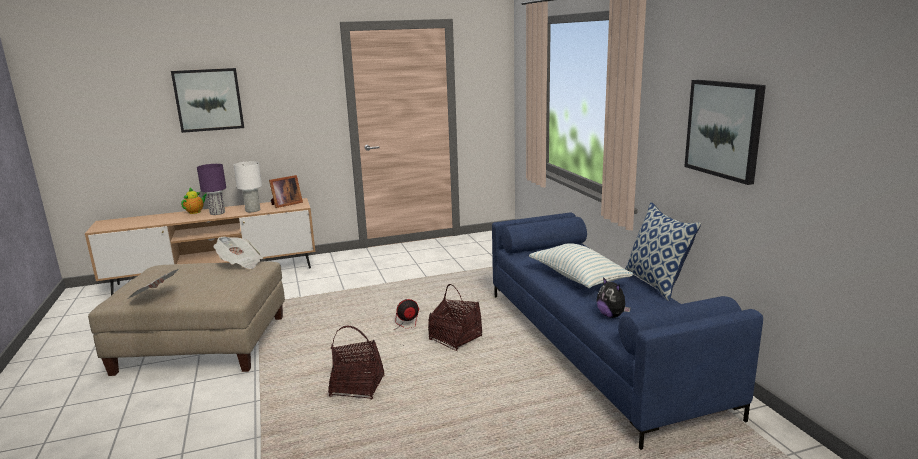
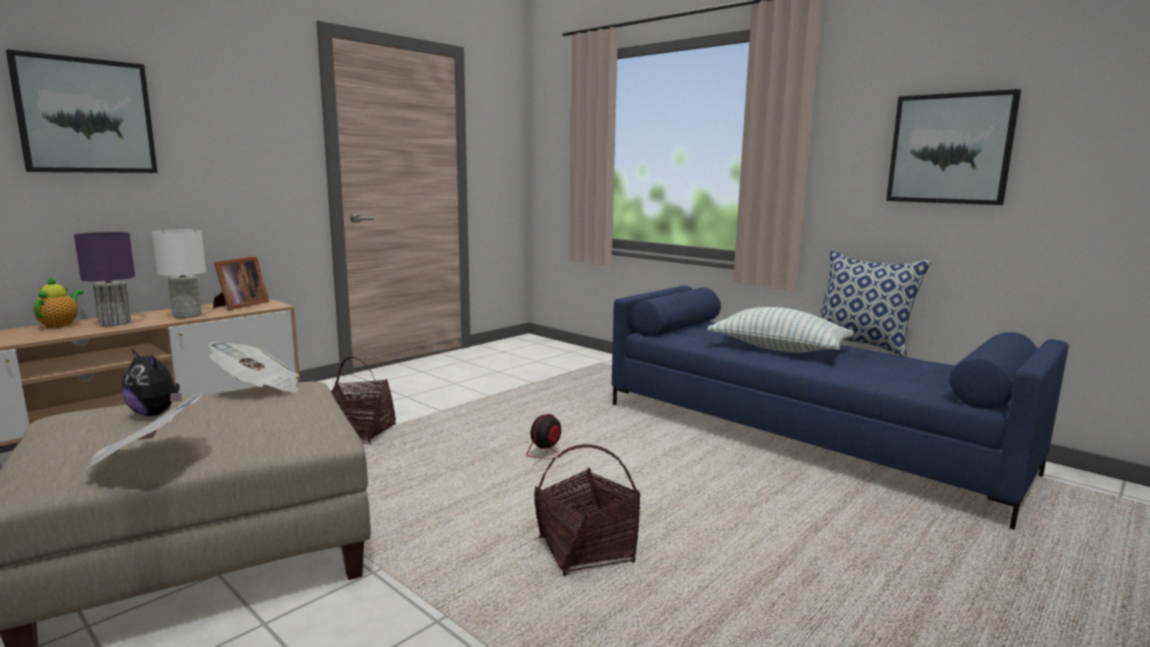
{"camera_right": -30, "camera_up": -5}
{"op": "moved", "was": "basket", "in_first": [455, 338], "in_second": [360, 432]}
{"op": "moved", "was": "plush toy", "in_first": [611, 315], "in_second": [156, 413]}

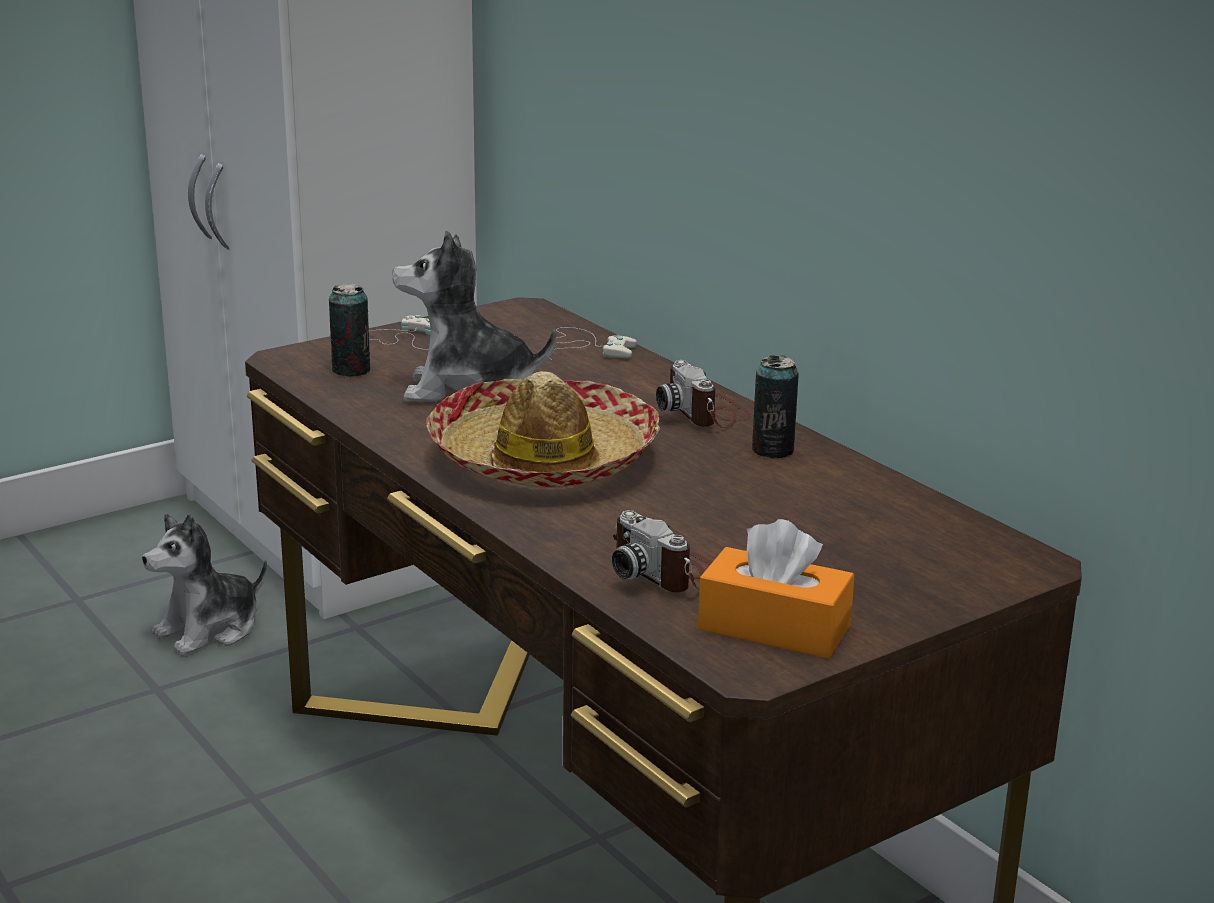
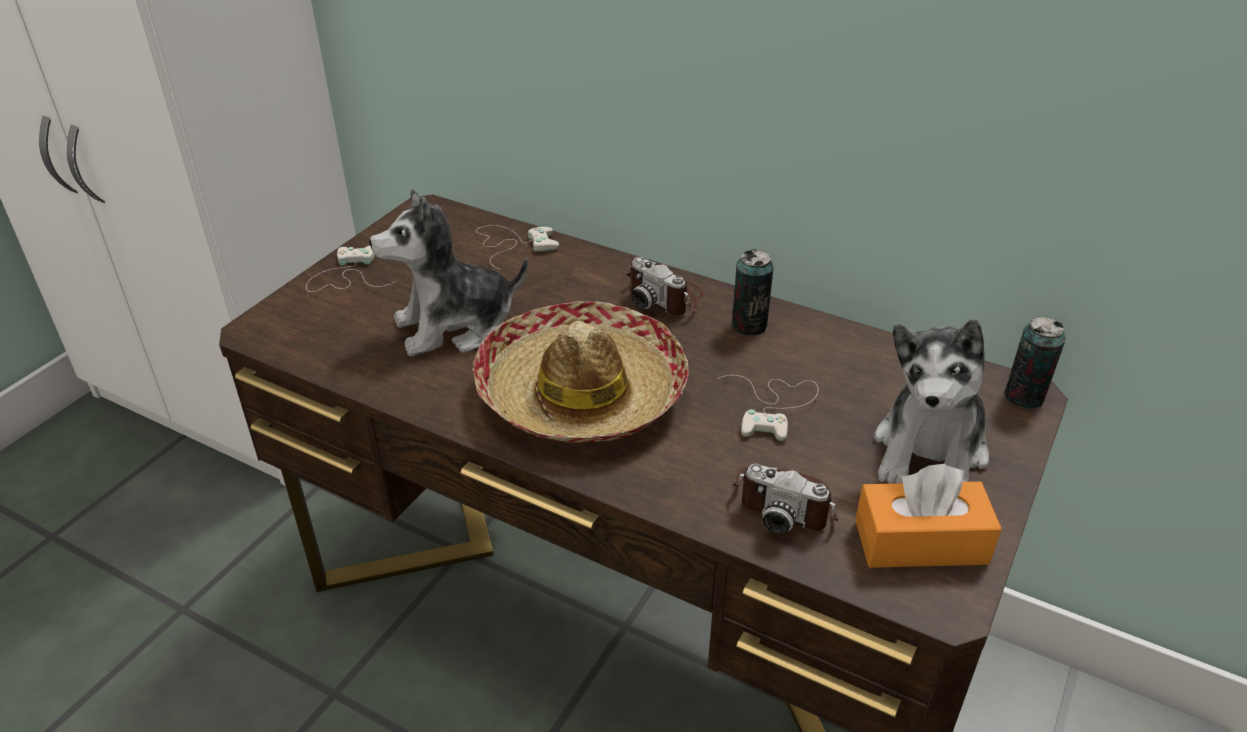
{"camera_right": -25, "camera_up": 15}
{"op": "moved", "was": "plush toy", "in_first": [209, 630], "in_second": [930, 452]}
{"op": "moved", "was": "can", "in_first": [351, 370], "in_second": [1024, 397]}
{"op": "added", "now": "white game controller", "in_second": [774, 406]}

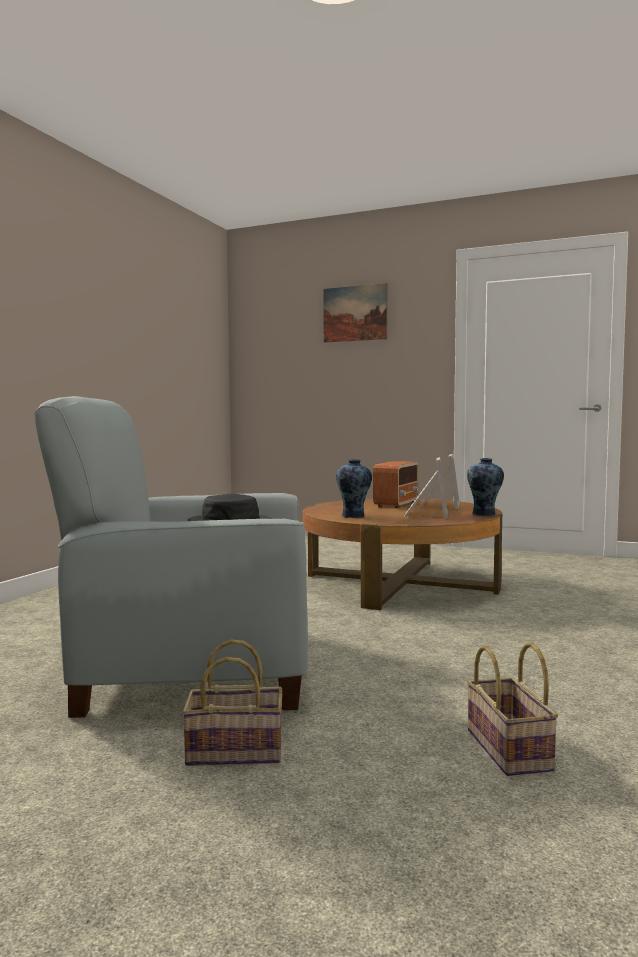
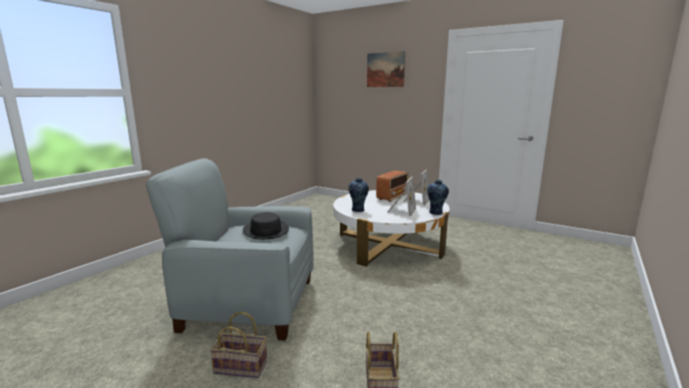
{"camera_right": 10, "camera_up": 10}
{"op": "recoloured", "was": "brown coffee table", "now": "white coffee table", "in_first": [400, 583], "in_second": [389, 244]}

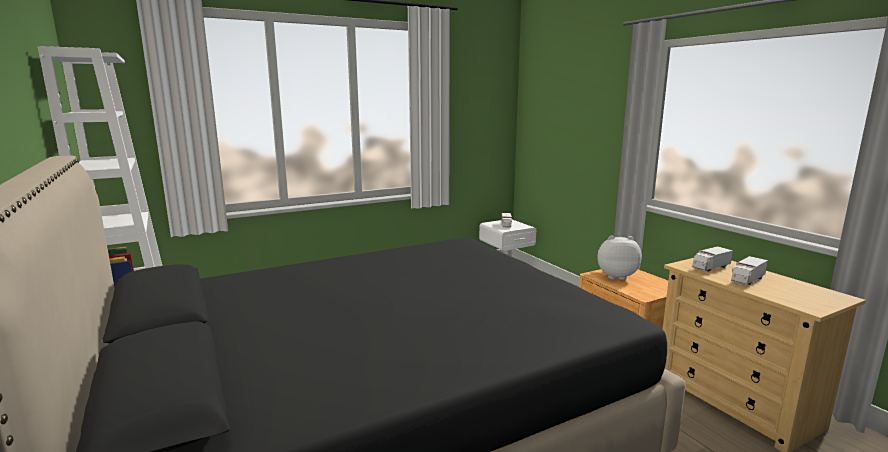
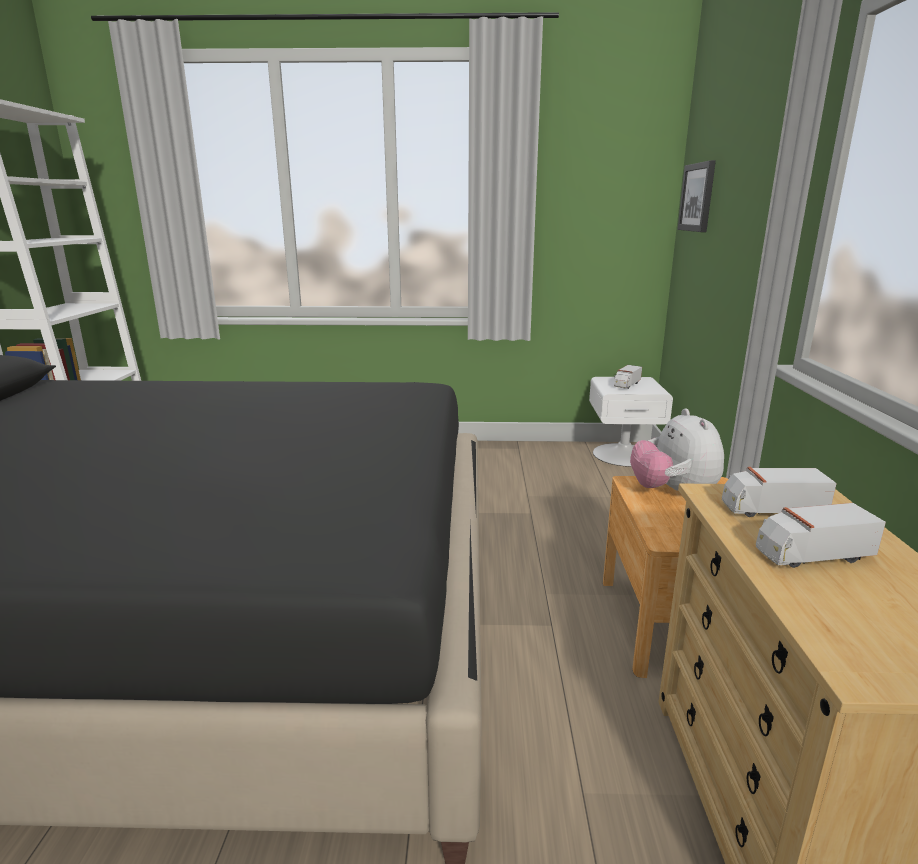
{"camera_right": 30, "camera_up": 5}
{"op": "turned", "was": "plush toy", "in_first": [615, 276], "in_second": [673, 493], "clockwise": -135}
{"op": "added", "now": "picture", "in_second": [697, 197]}

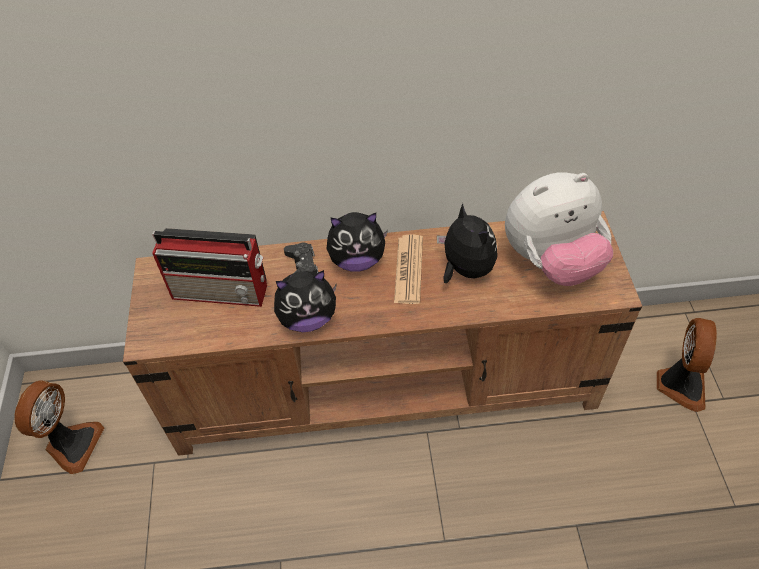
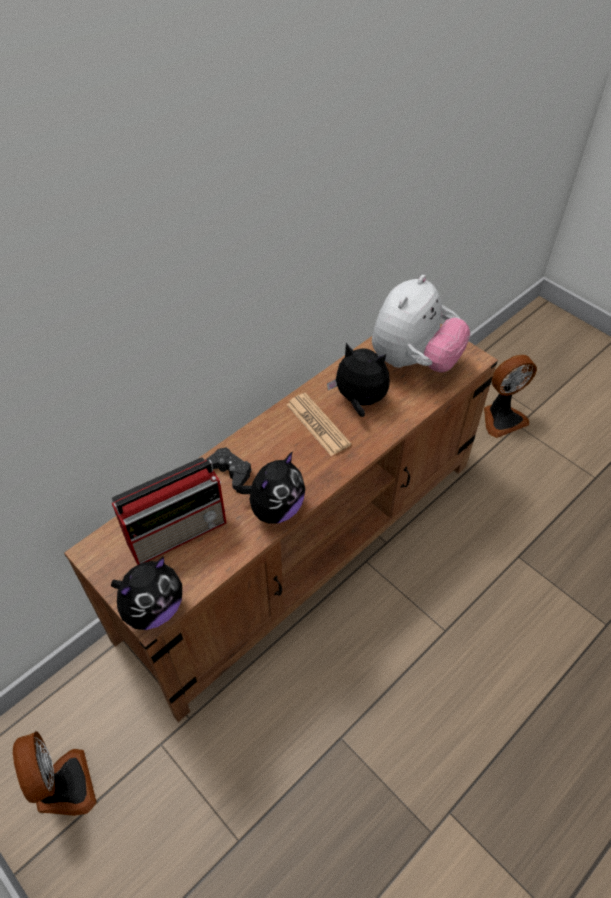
{"camera_right": -40, "camera_up": 0}
{"op": "moved", "was": "plush toy", "in_first": [357, 260], "in_second": [153, 608]}
{"op": "turned", "was": "fan", "in_first": [680, 384], "in_second": [501, 418], "clockwise": 90}

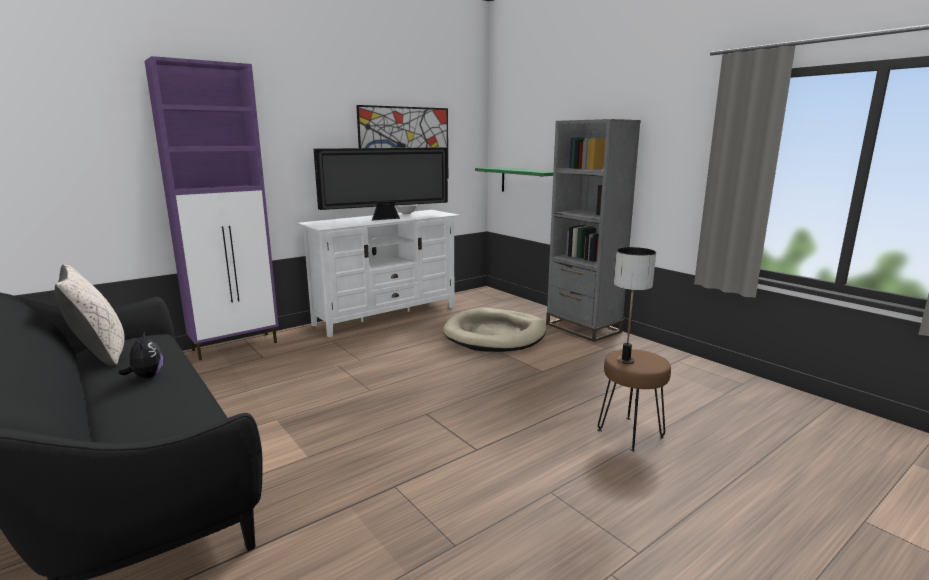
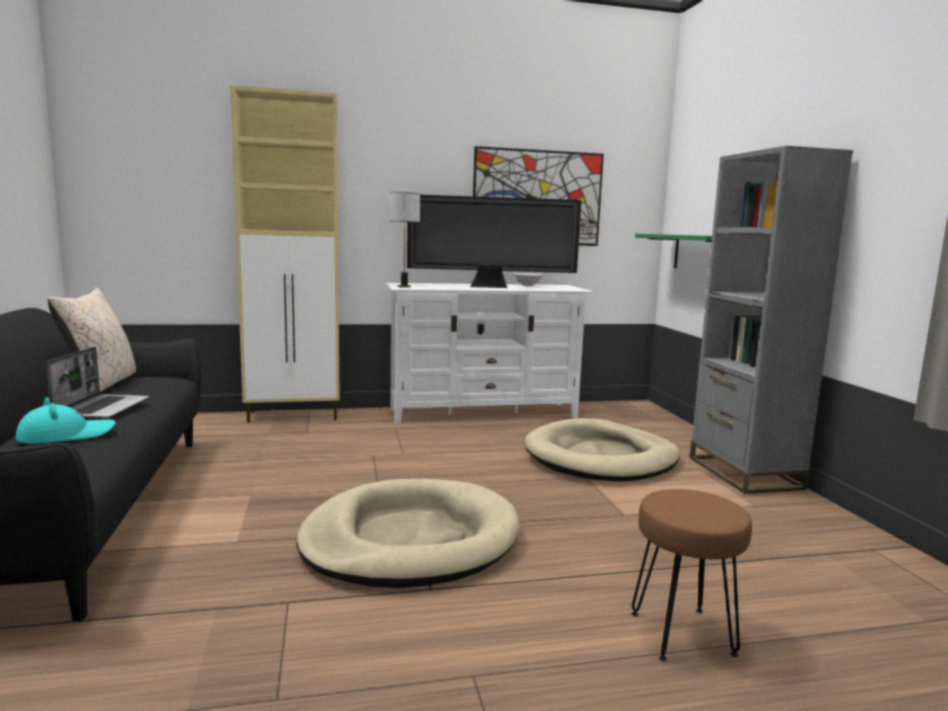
{"camera_right": 25, "camera_up": -5}
{"op": "replaced", "was": "plush toy", "now": "laptop", "in_first": [146, 377], "in_second": [102, 408]}
{"op": "recoloured", "was": "purple cabinet", "now": "beige cabinet", "in_first": [236, 346], "in_second": [295, 416]}
{"op": "moved", "was": "table lamp", "in_first": [626, 361], "in_second": [404, 287]}
{"op": "added", "now": "turquoise hat", "in_second": [66, 435]}
{"op": "added", "now": "beige dog bed", "in_second": [410, 540]}

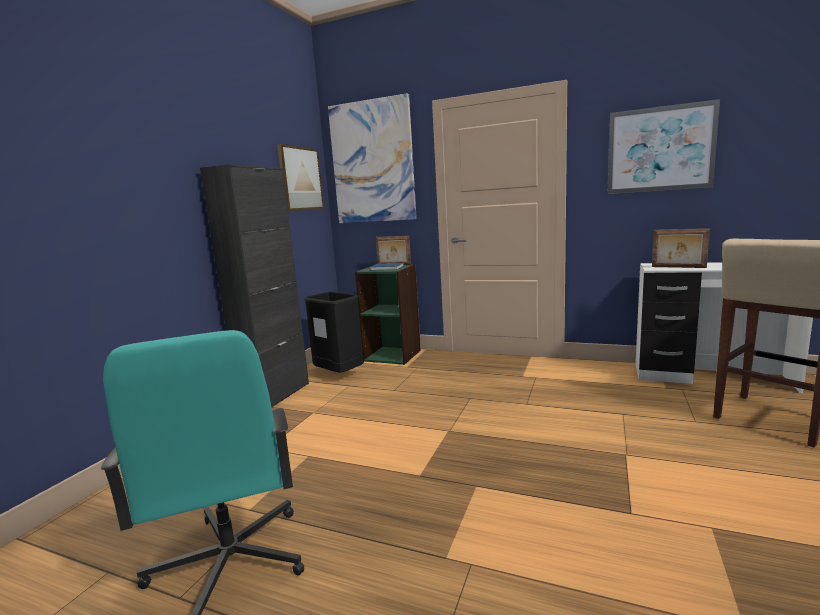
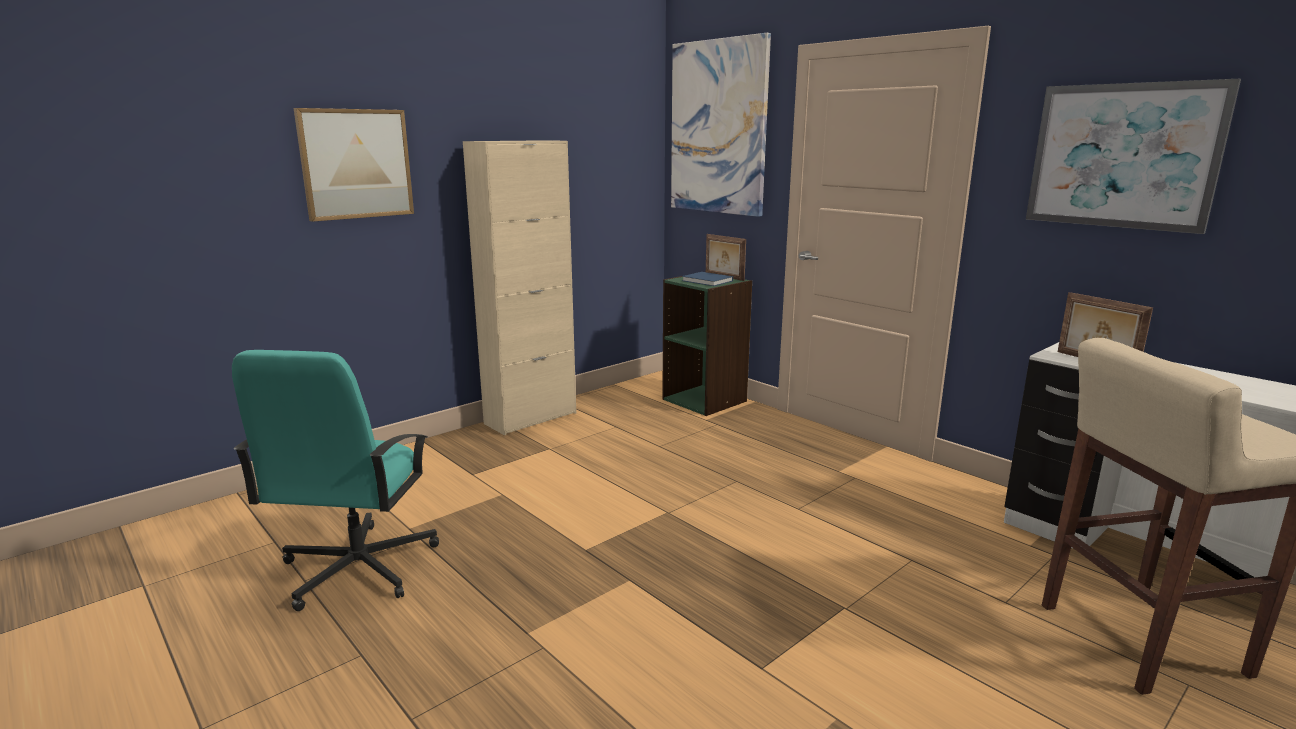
{"camera_right": 25, "camera_up": 5}
{"op": "recoloured", "was": "black cabinet", "now": "beige cabinet", "in_first": [275, 395], "in_second": [530, 418]}
{"op": "moved", "was": "picture", "in_first": [300, 179], "in_second": [356, 164]}
{"op": "removed", "was": "black trash can", "in_first": [339, 375]}

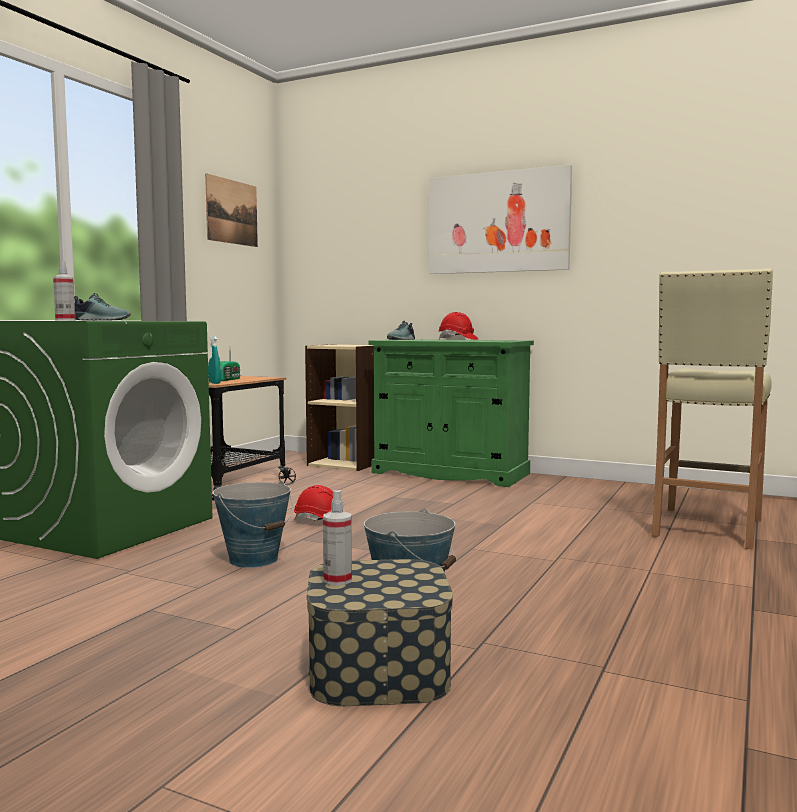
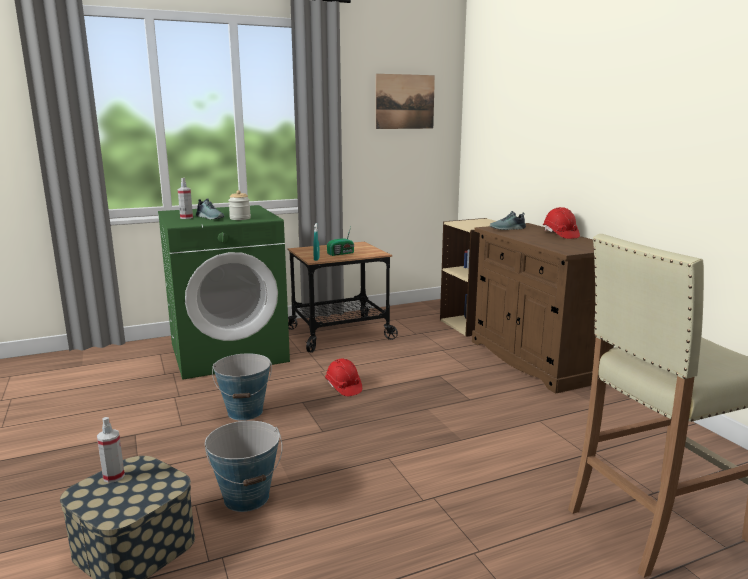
{"camera_right": 40, "camera_up": 10}
{"op": "recoloured", "was": "green cabinet", "now": "brown cabinet", "in_first": [450, 473], "in_second": [535, 360]}
{"op": "removed", "was": "picture", "in_first": [497, 222]}
{"op": "added", "now": "jar", "in_second": [240, 218]}

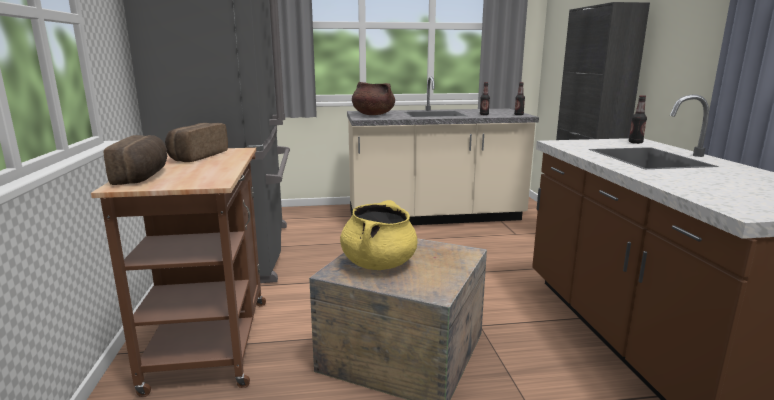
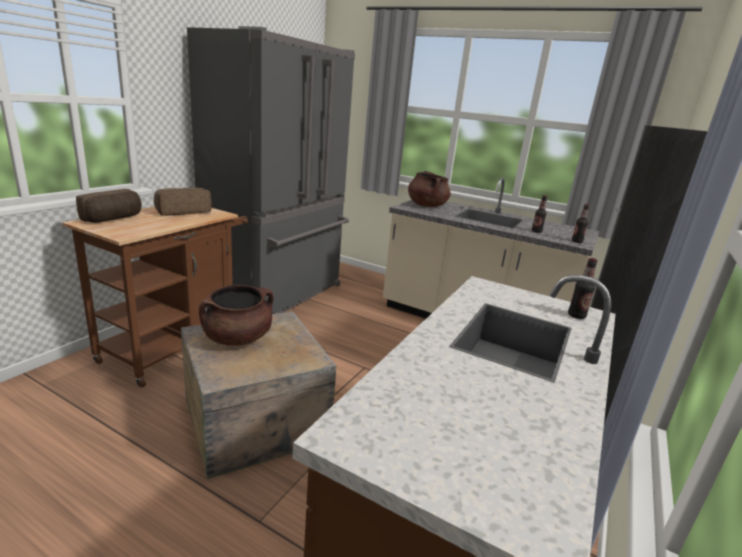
{"camera_right": 35, "camera_up": 5}
{"op": "recoloured", "was": "yellow cooking pot", "now": "brown cooking pot", "in_first": [379, 264], "in_second": [237, 338]}

